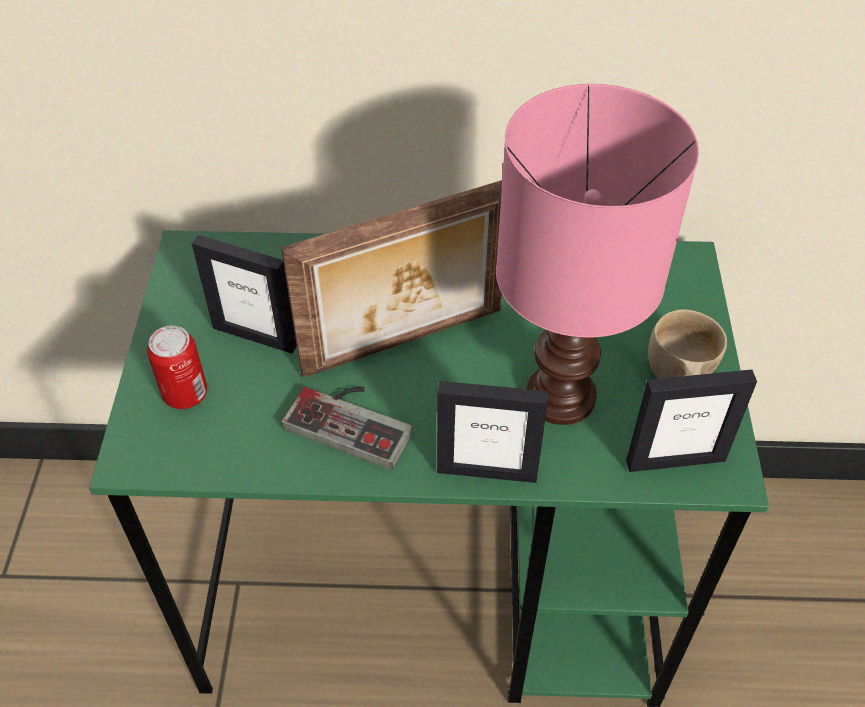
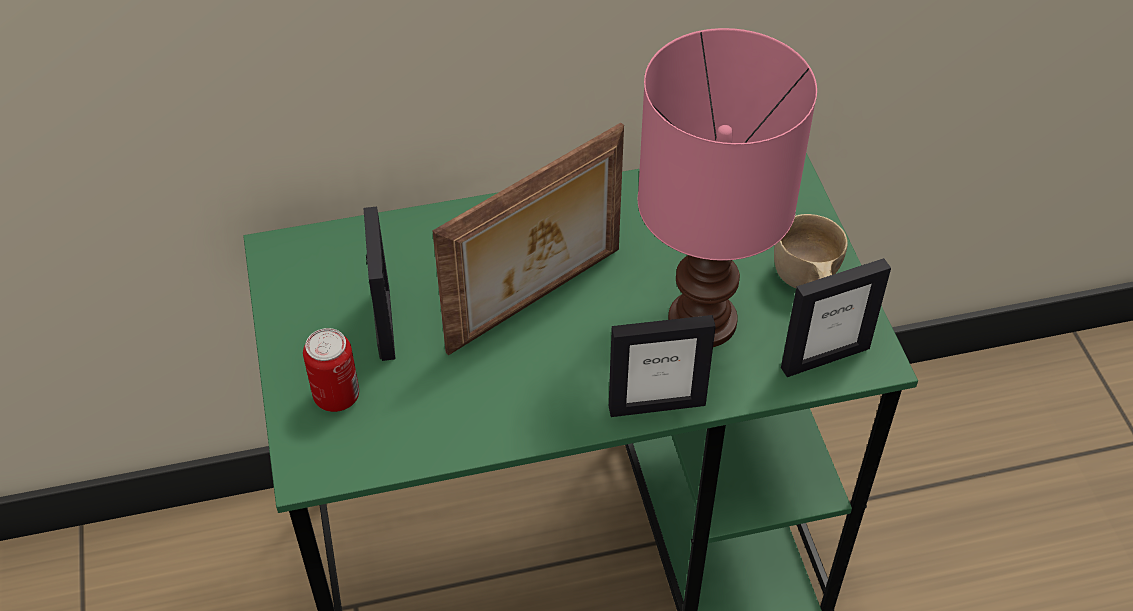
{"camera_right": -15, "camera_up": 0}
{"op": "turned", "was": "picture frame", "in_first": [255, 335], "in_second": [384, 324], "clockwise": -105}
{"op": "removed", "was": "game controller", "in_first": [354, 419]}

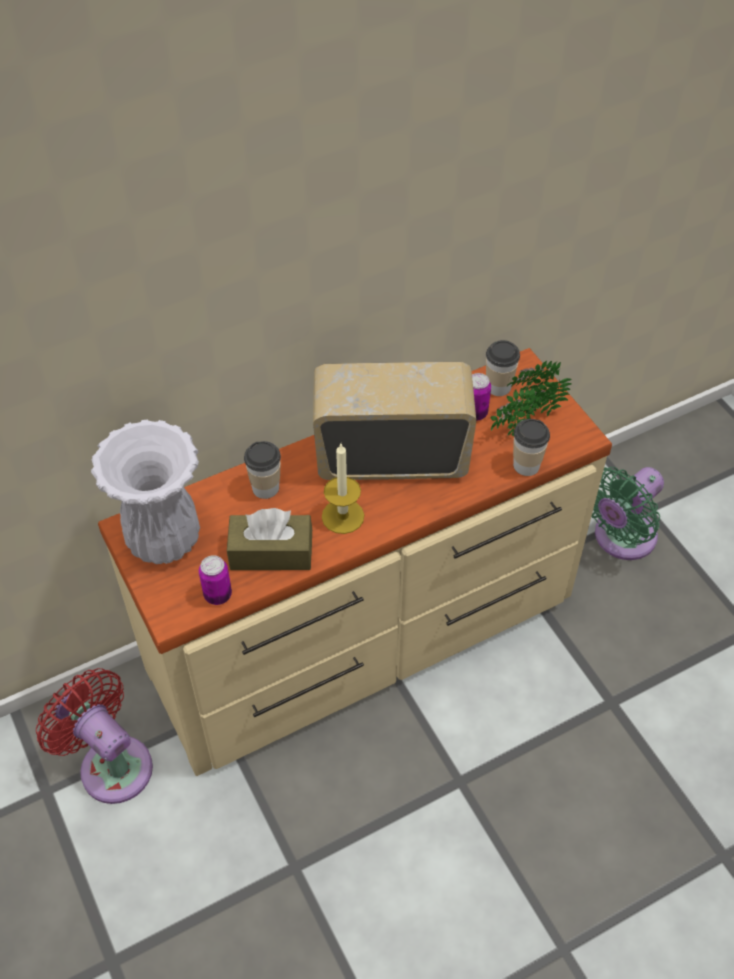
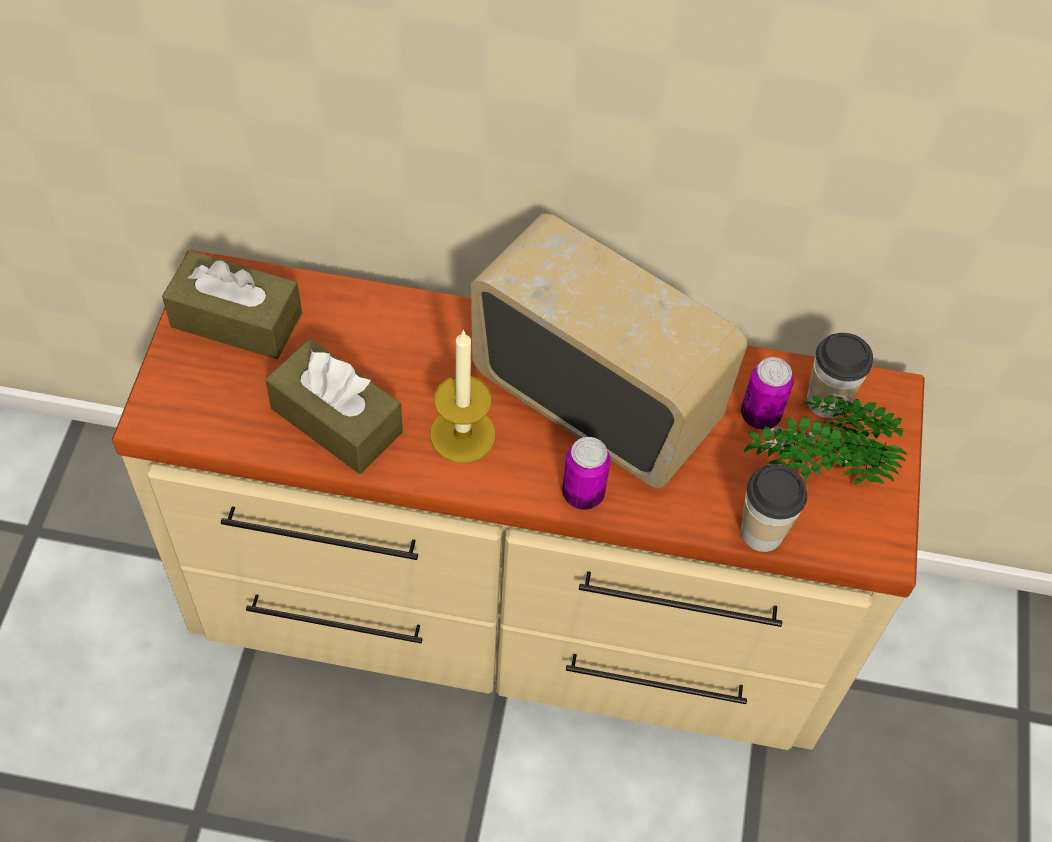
{"camera_right": 35, "camera_up": 5}
{"op": "removed", "was": "red fan", "in_first": [111, 763]}
{"op": "replaced", "was": "white vase", "now": "brown tissue box", "in_first": [165, 539], "in_second": [236, 320]}
{"op": "moved", "was": "can", "in_first": [218, 595], "in_second": [583, 494]}
{"op": "removed", "was": "cup", "in_first": [265, 488]}
{"op": "removed", "was": "green fan", "in_first": [620, 538]}

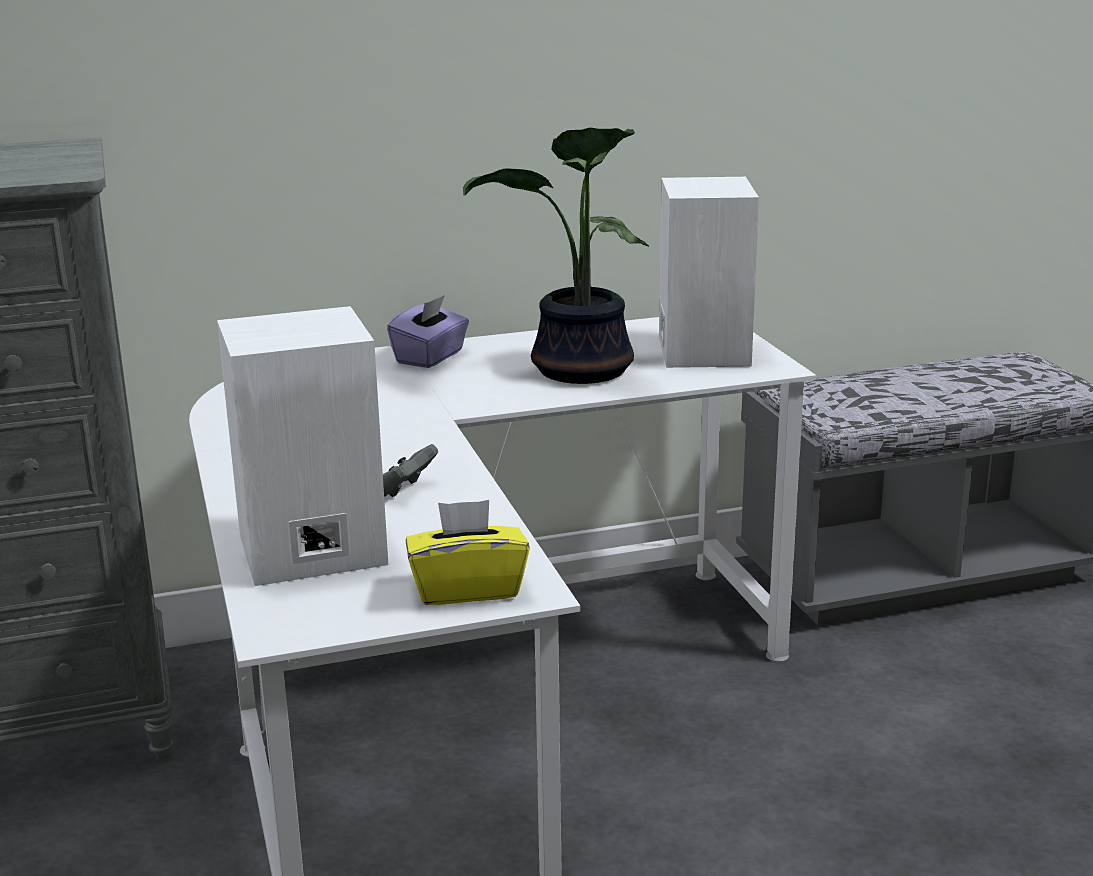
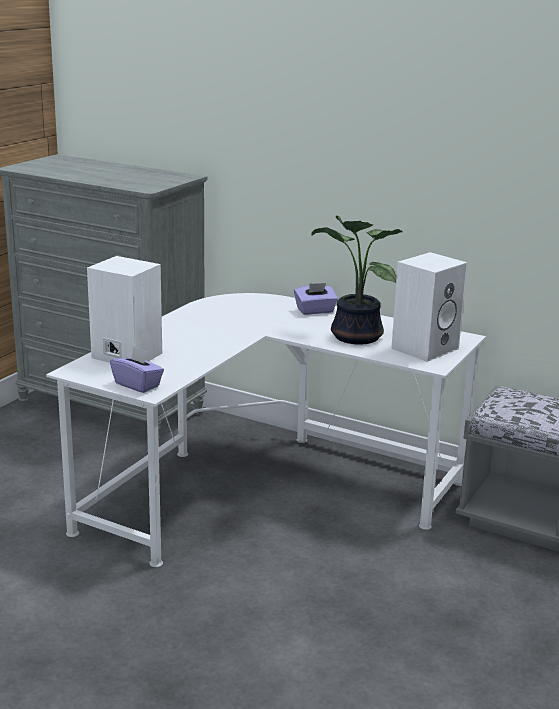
{"camera_right": 45, "camera_up": 0}
{"op": "removed", "was": "grey game controller", "in_first": [405, 490]}
{"op": "recoloured", "was": "yellow tissue box", "now": "purple tissue box", "in_first": [467, 589], "in_second": [137, 385]}

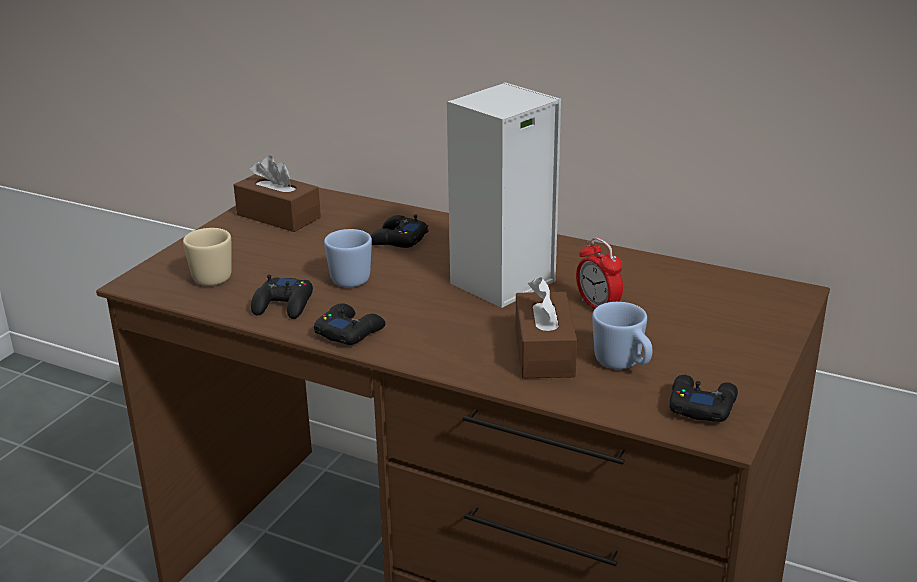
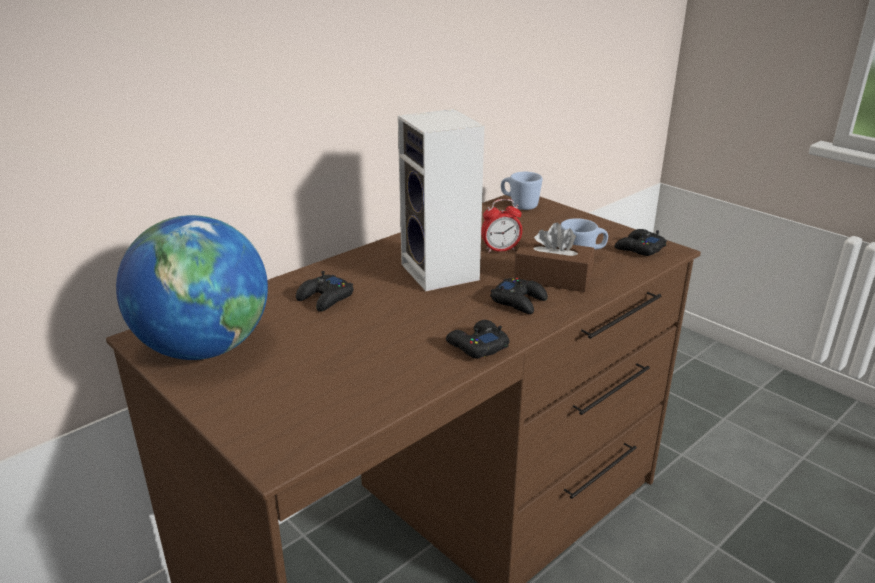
{"camera_right": -70, "camera_up": 0}
{"op": "removed", "was": "beige mug", "in_first": [212, 275]}
{"op": "replaced", "was": "brown tissue box", "now": "globe", "in_first": [278, 216], "in_second": [204, 348]}
{"op": "moved", "was": "black game controller", "in_first": [284, 305], "in_second": [519, 301]}
{"op": "moved", "was": "blue mug", "in_first": [352, 277], "in_second": [519, 205]}

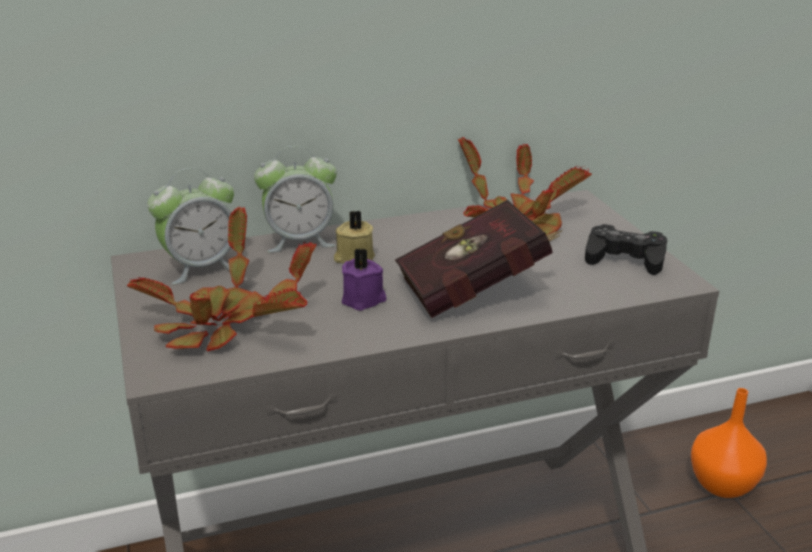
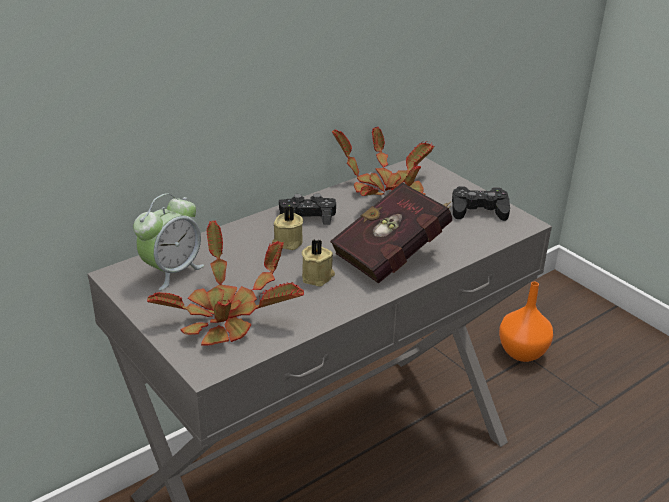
{"camera_right": -20, "camera_up": 5}
{"op": "removed", "was": "alarm clock", "in_first": [299, 241]}
{"op": "recoloured", "was": "purple candle", "now": "beige candle", "in_first": [364, 300], "in_second": [318, 277]}
{"op": "added", "now": "black game controller", "in_second": [307, 216]}

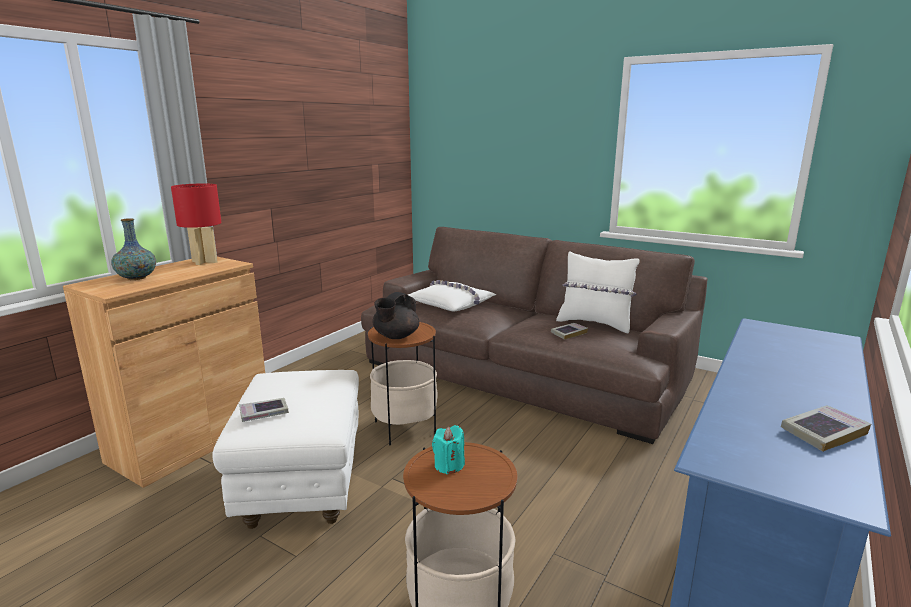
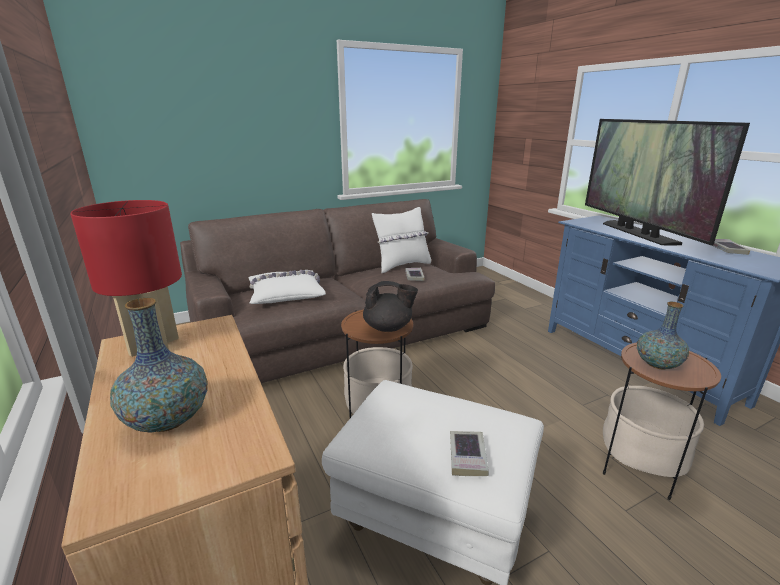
{"camera_right": -60, "camera_up": 5}
{"op": "turned", "was": "black teapot", "in_first": [395, 336], "in_second": [388, 328], "clockwise": -60}
{"op": "replaced", "was": "turquoise candle", "now": "vase", "in_first": [449, 465], "in_second": [657, 364]}
{"op": "added", "now": "television", "in_second": [637, 233]}

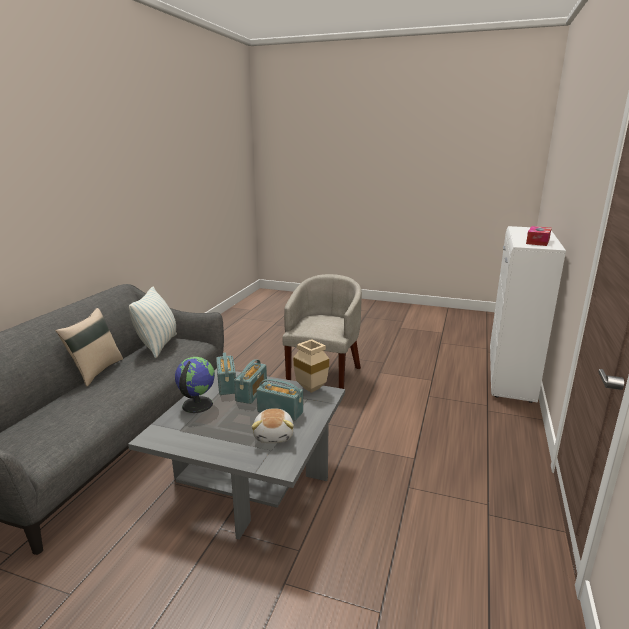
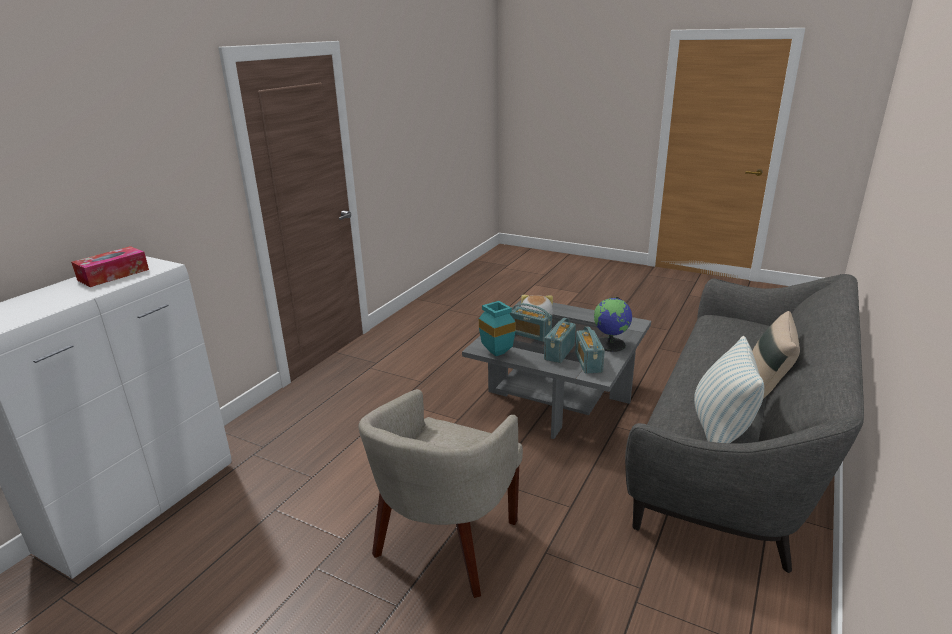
{"camera_right": -170, "camera_up": 5}
{"op": "recoloured", "was": "beige vase", "now": "turquoise vase", "in_first": [309, 389], "in_second": [499, 353]}

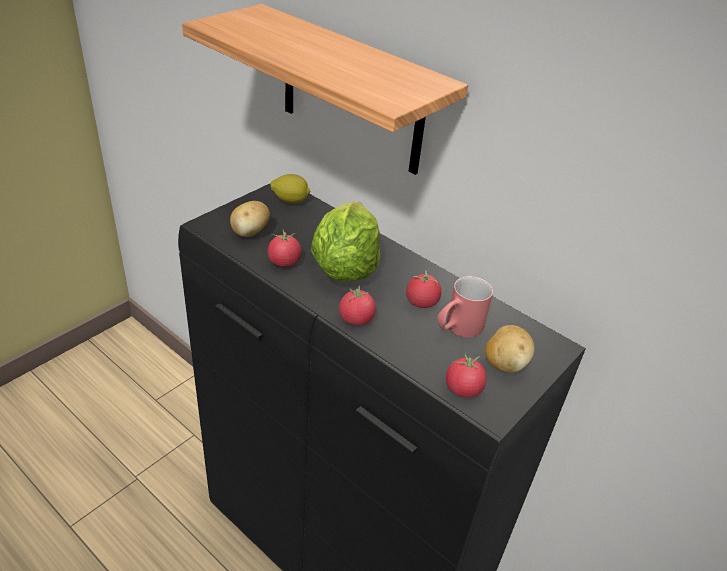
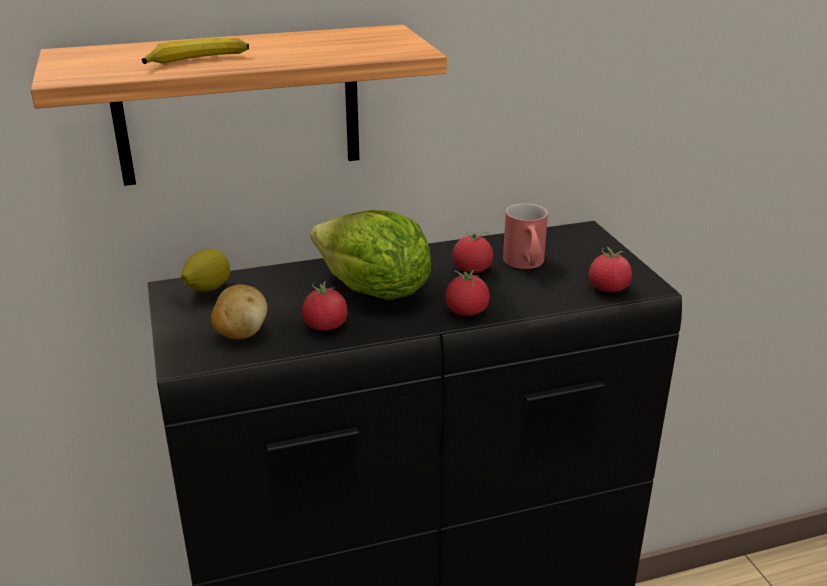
{"camera_right": -55, "camera_up": -10}
{"op": "removed", "was": "potato", "in_first": [504, 363]}
{"op": "added", "now": "banana", "in_second": [197, 61]}

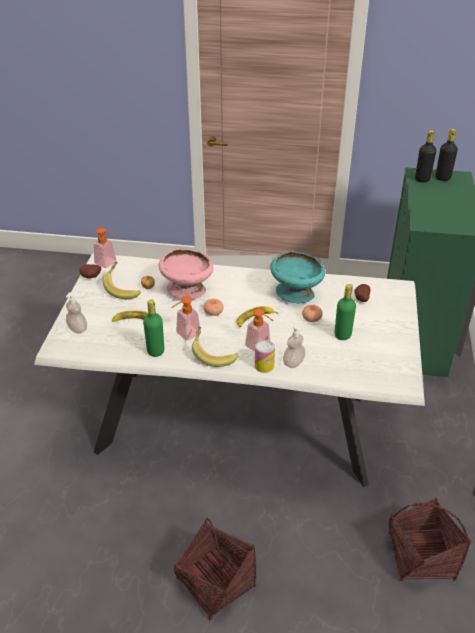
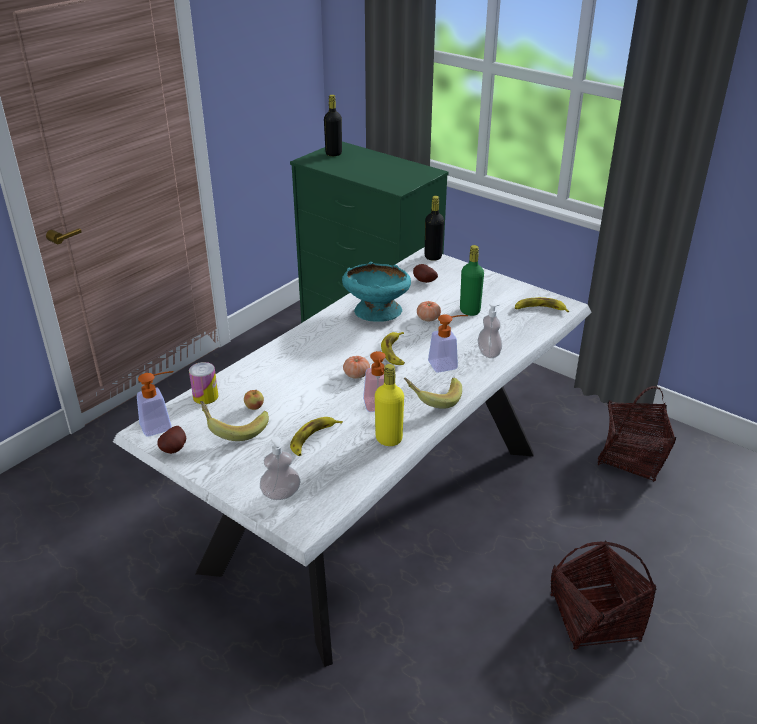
{"camera_right": -60, "camera_up": -5}
{"op": "recoloured", "was": "green bottle", "now": "yellow bottle", "in_first": [155, 351], "in_second": [389, 439]}
{"op": "removed", "was": "pink bowl", "in_first": [187, 289]}
{"op": "moved", "was": "can", "in_first": [264, 365], "in_second": [205, 396]}
{"op": "moved", "was": "black bottle", "in_first": [422, 179], "in_second": [433, 256]}
{"op": "added", "now": "banana", "in_second": [539, 309]}

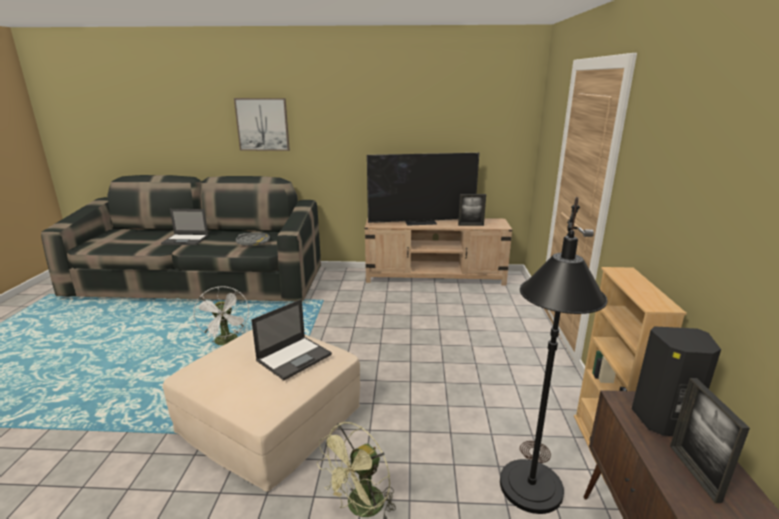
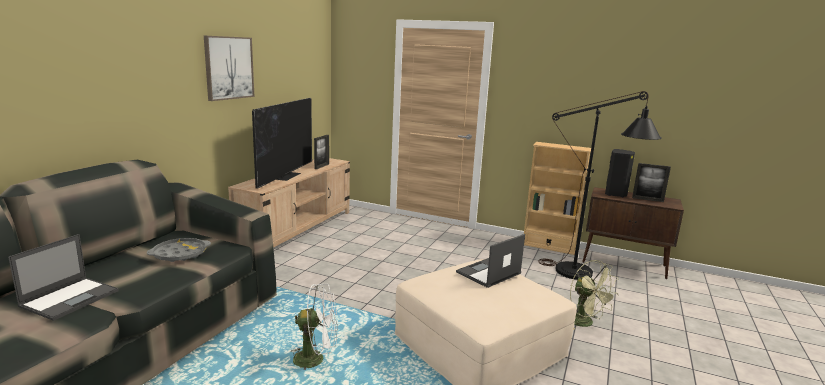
{"camera_right": -70, "camera_up": -5}
{"op": "moved", "was": "picture", "in_first": [262, 124], "in_second": [229, 68]}
{"op": "turned", "was": "laptop", "in_first": [294, 357], "in_second": [488, 273], "clockwise": -105}

